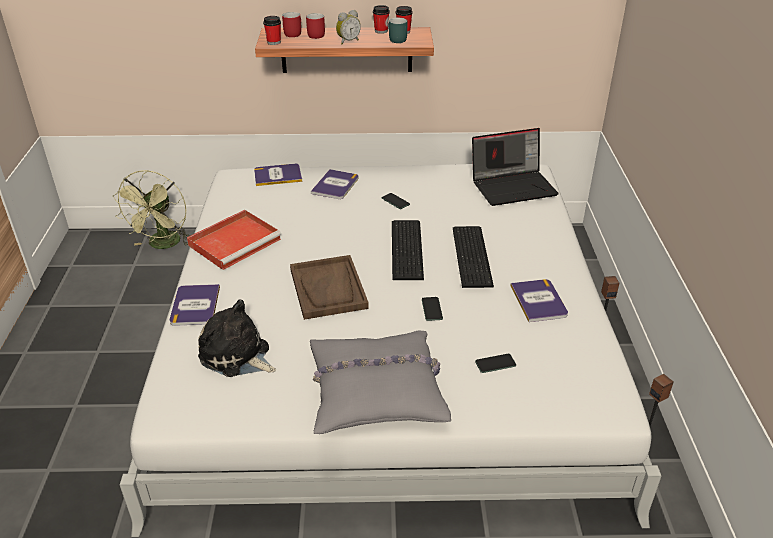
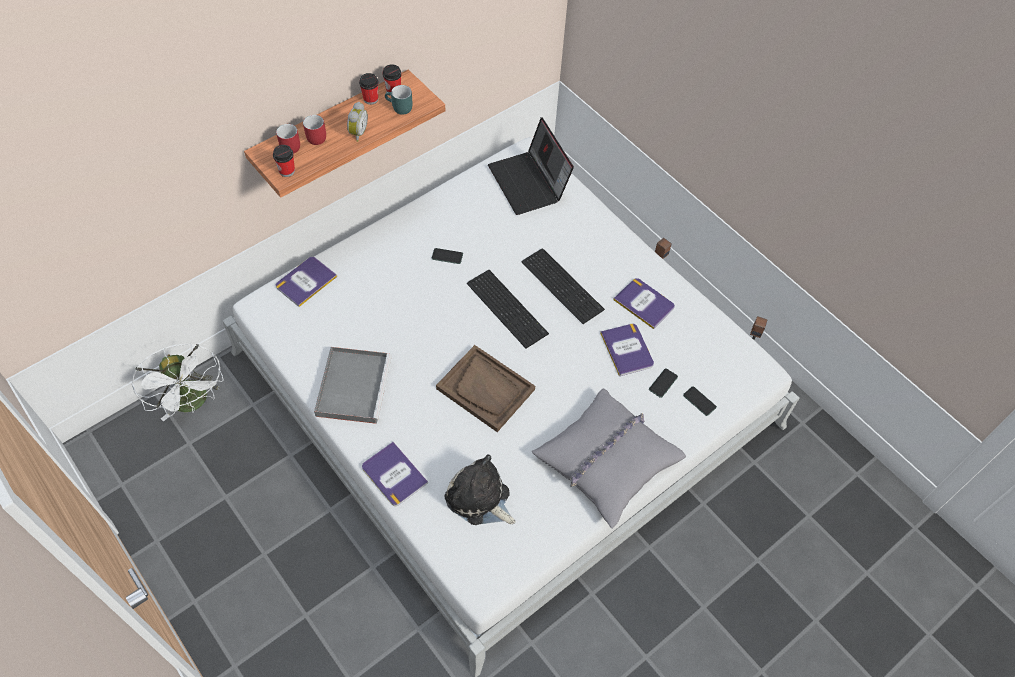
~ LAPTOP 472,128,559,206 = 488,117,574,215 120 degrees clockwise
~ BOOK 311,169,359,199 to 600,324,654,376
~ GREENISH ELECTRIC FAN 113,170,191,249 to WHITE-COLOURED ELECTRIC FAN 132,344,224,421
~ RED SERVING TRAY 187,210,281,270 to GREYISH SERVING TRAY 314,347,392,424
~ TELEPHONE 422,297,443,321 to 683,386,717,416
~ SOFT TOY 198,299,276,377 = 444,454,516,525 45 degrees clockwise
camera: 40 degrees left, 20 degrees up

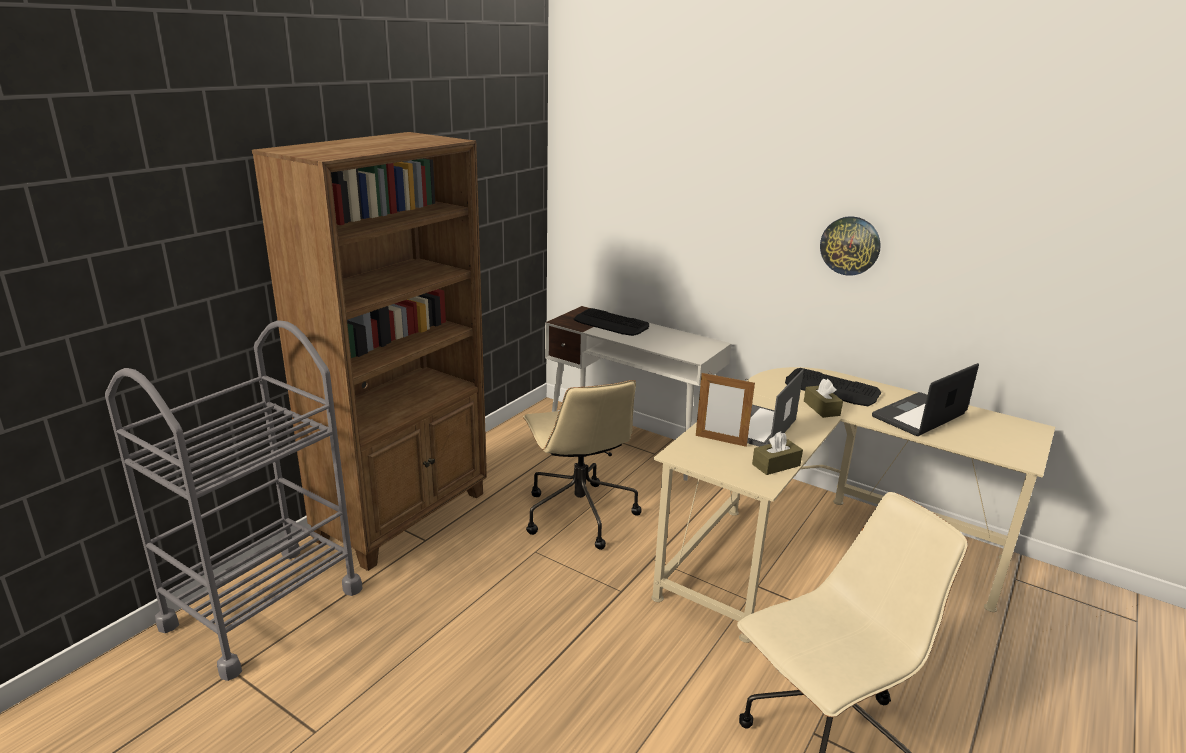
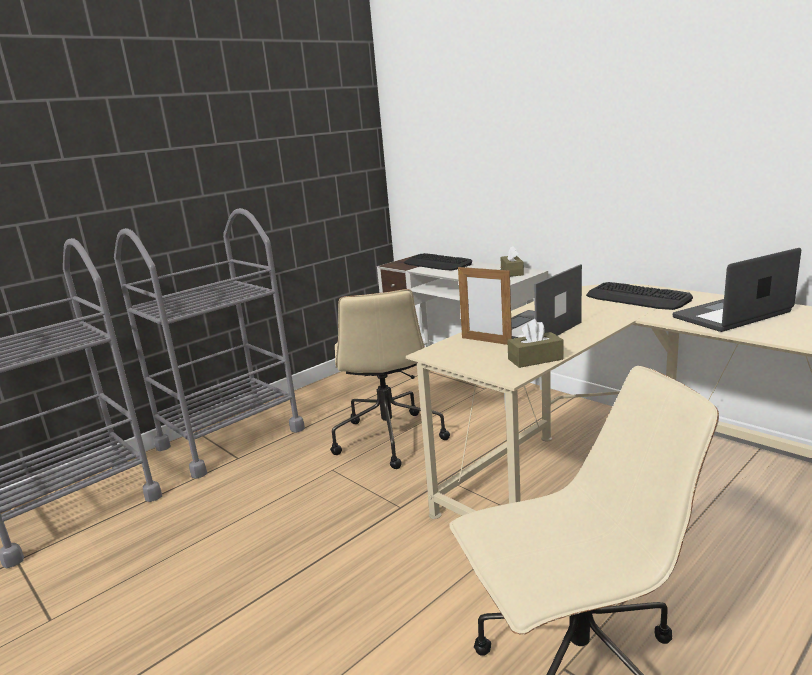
~ BROWN-COLOURED BOOKCASE 252,132,487,571 to GREYISH TROLLEY 114,208,305,479
- HANGING CLOCK 820,216,881,276
~ BROWN-COLOURED TISSUE BOX 804,379,843,418 to 500,246,524,277
camera: 15 degrees right, 5 degrees down

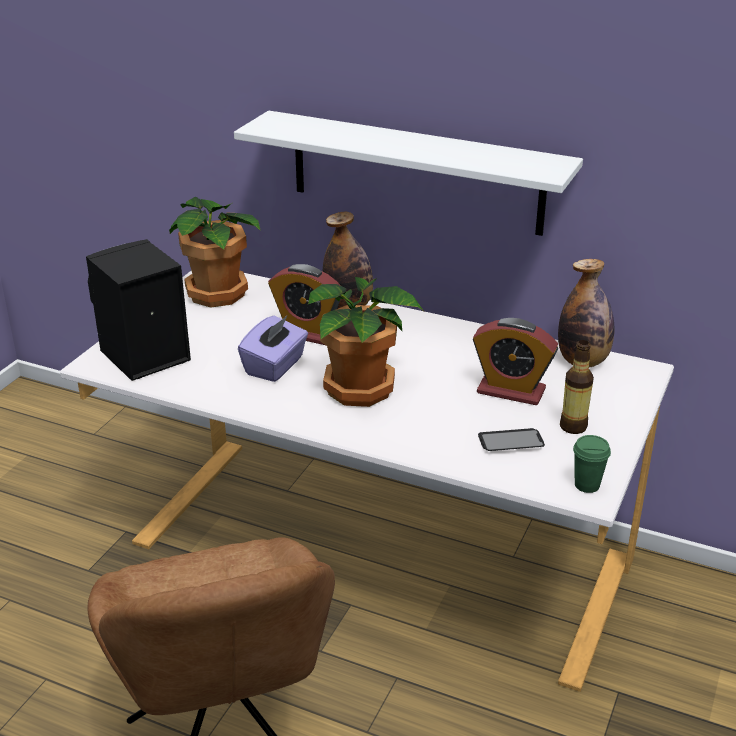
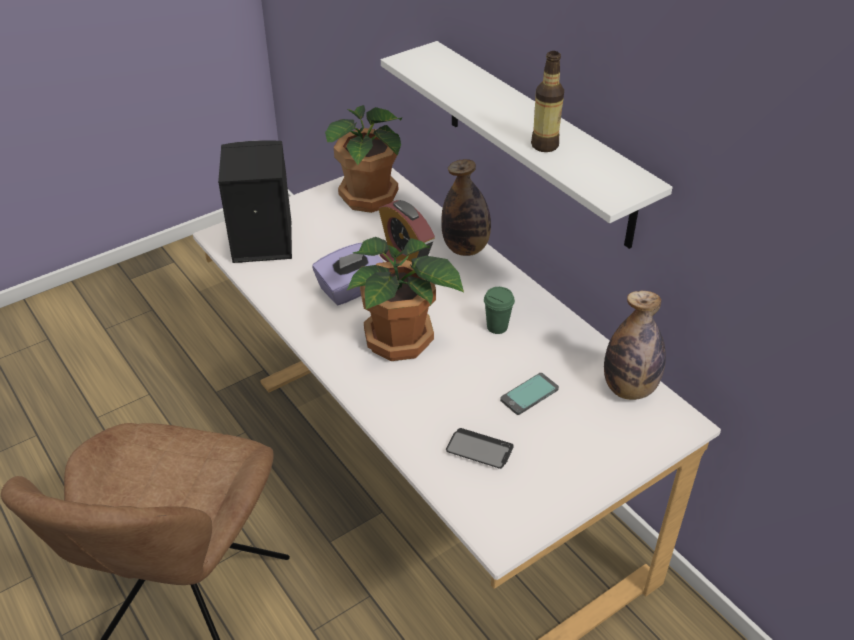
~ ALARM CLOCK 473,318,558,405 to TELEPHONE 500,373,559,415
~ DRINK BOTTLE 560,340,594,434 to 531,51,564,152
~ GREENISH CUP 573,435,611,493 to 484,287,515,334
camera: 30 degrees right, 10 degrees up

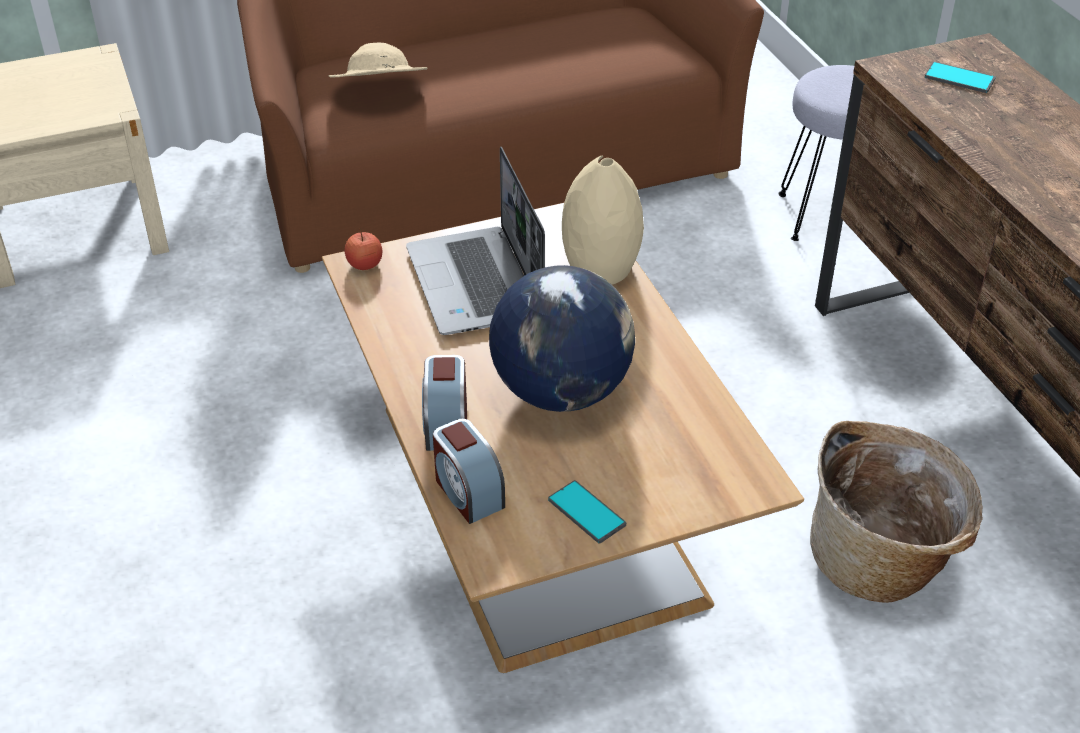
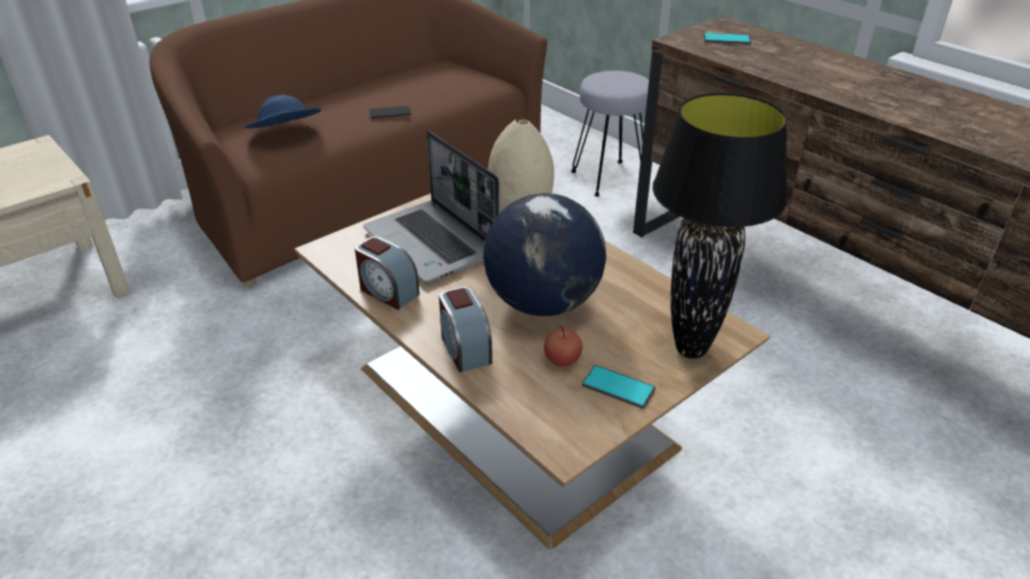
~ SAND-COLOURED WEARABLE HAT 329,43,428,78 to BLUE-COLOURED WEARABLE HAT 244,95,321,128
~ WHOLE APPLE 345,228,382,270 to 544,326,582,367
~ ALARM CLOCK 433,419,505,524 to 355,236,420,310
- STORAGE BASKET 810,421,983,603
+ BLACKISH TABLETOP LAMP 652,93,787,359
+ TELEPHONE 369,106,411,118
camera: 20 degrees left, 5 degrees down

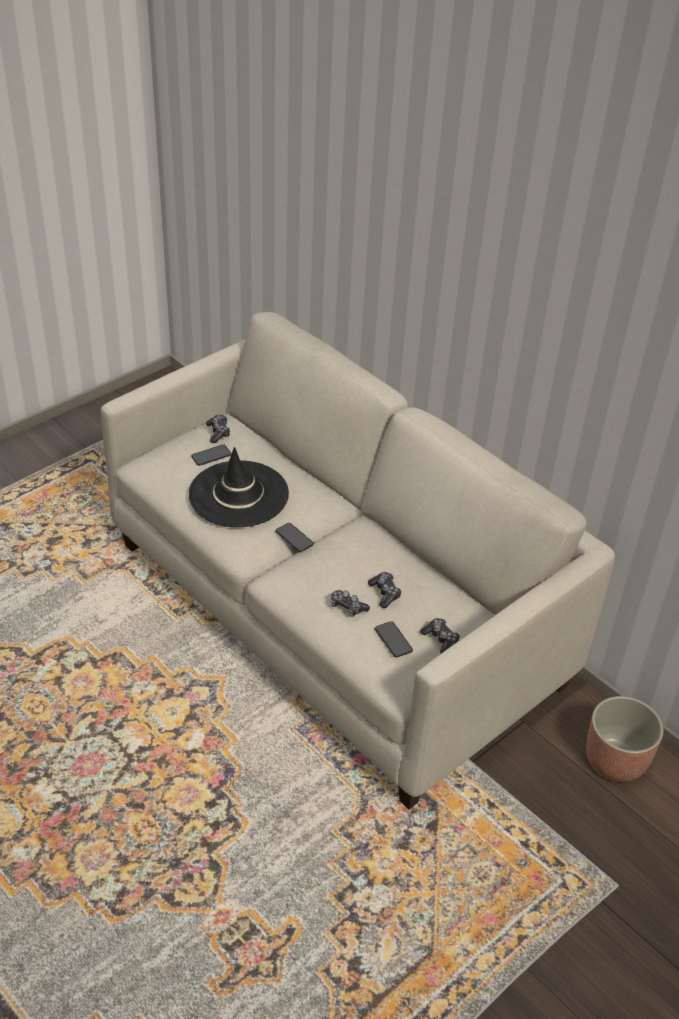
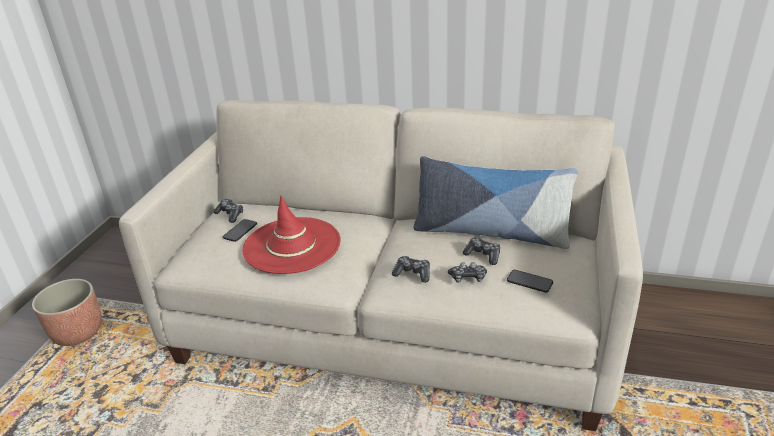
~ BLACKISH WEARABLE HAT 189,447,289,527 to RED WEARABLE HAT 242,195,341,274
- TELEPHONE 275,523,314,552
~ GAME CONTROLLER 420,618,460,654 to 392,256,430,283
~ PLANT POT 586,696,663,782 to 32,279,102,346
+ THROW PILLOW 413,156,578,249
camera: 30 degrees left, 10 degrees down

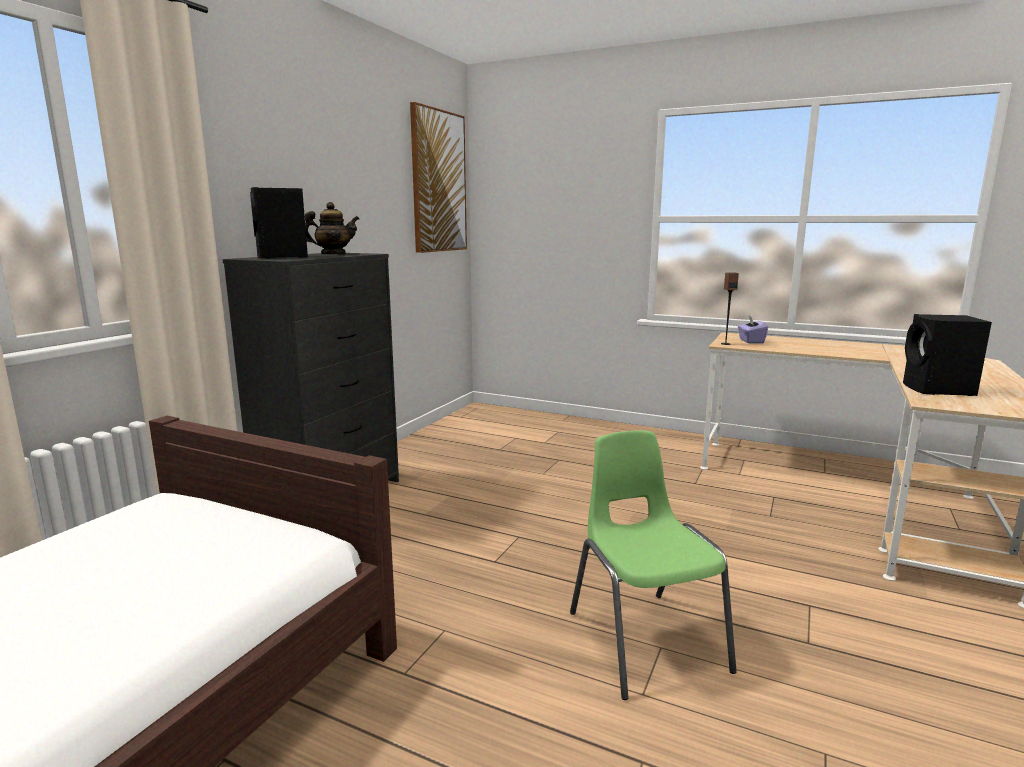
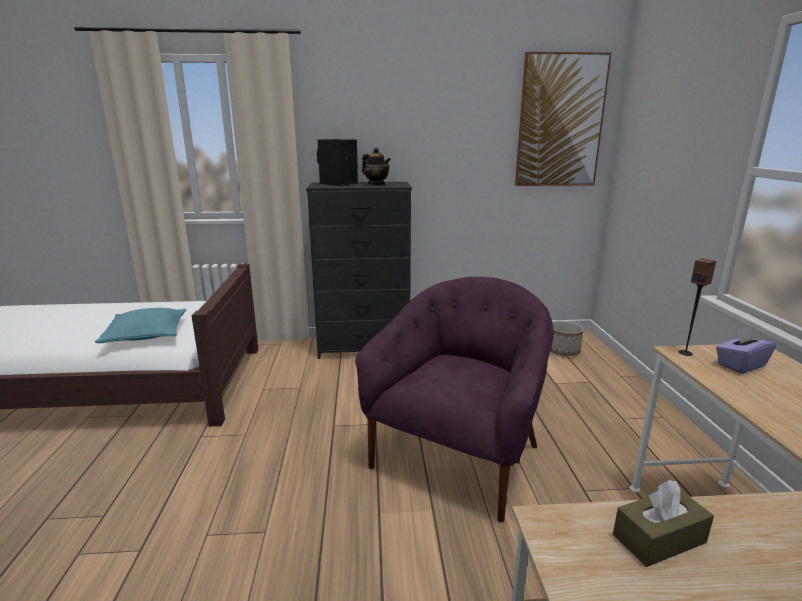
~ BLACKISH LOUDSPEAKER 903,314,992,396 to BROWN-COLOURED TISSUE BOX 613,480,714,567
- GREENISH UPRIGHT CHAIR 570,430,737,700
+ PURPLISH LOUNGE CHAIR 355,277,554,523
+ TURQUOISE-COLOURED THROW PILLOW 95,308,187,343
+ PLANT POT 551,321,584,356
camera: 60 degrees right, 5 degrees up

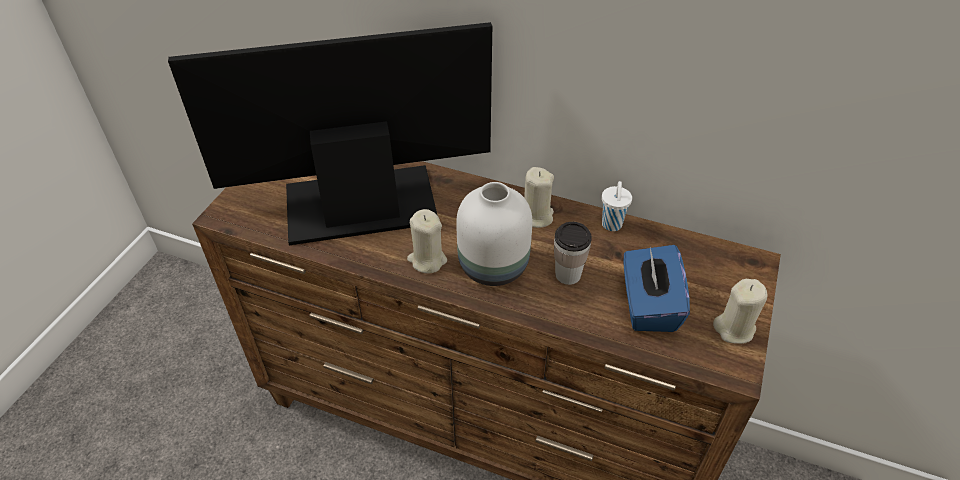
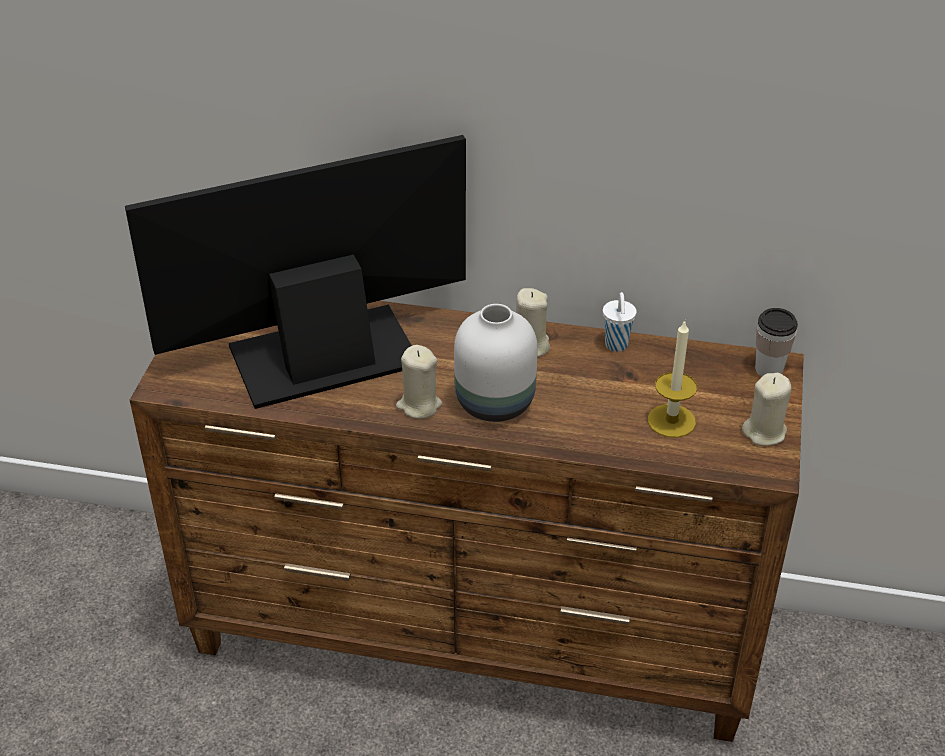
~ CUP 554,222,592,285 to 755,308,798,376
~ BLUE-COLOURED TISSUE BOX 623,245,690,332 to WAX LIGHT 648,320,697,438
camera: 10 degrees left, 5 degrees down

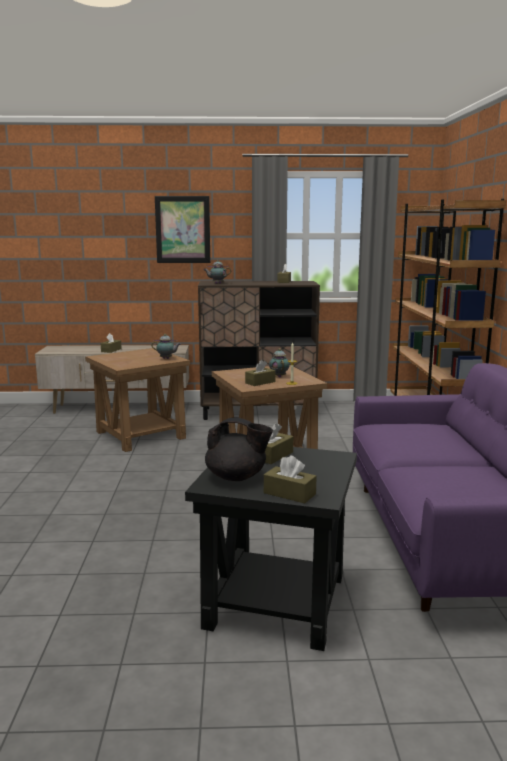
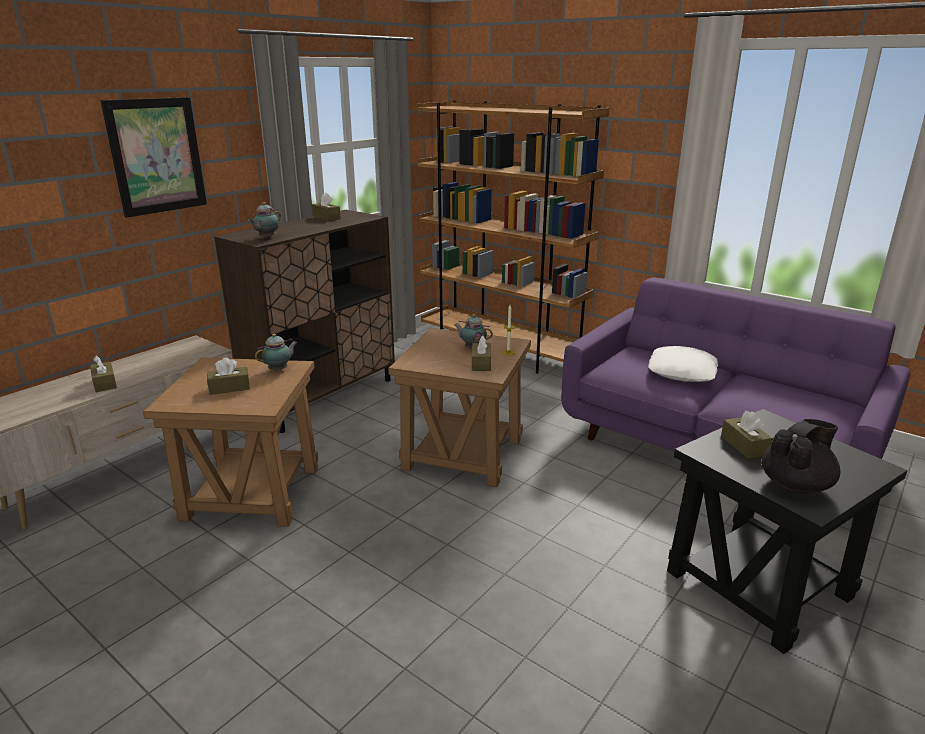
~ BROWN-COLOURED TISSUE BOX 264,455,317,504 to 207,357,250,395
+ WHITE-COLOURED THROW PILLOW 648,346,718,382
camera: 50 degrees left, 10 degrees up

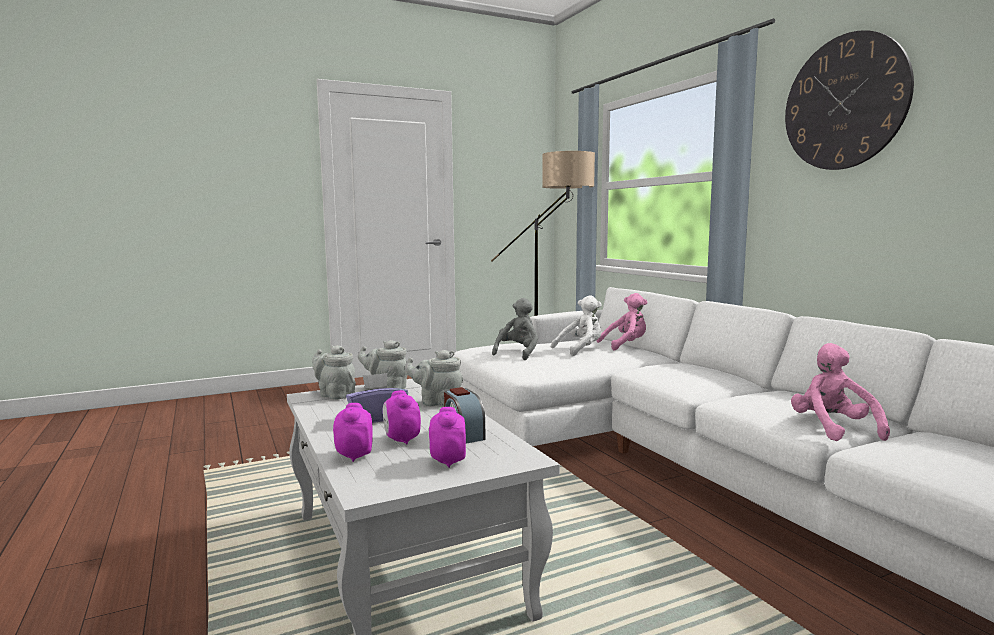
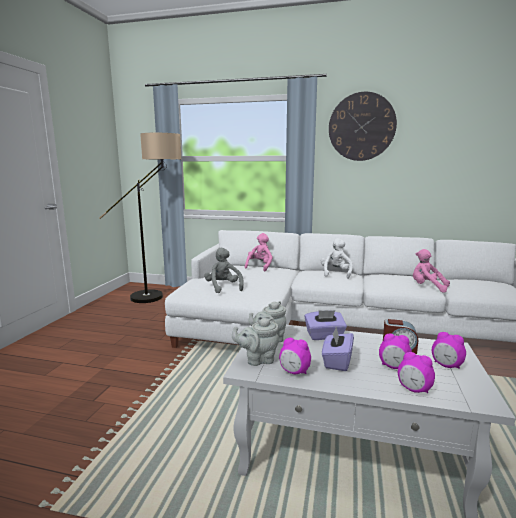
~ WHITE-COLOURED SOFT TOY 551,295,602,356 to 321,238,353,279
~ GREYISH POT FOR TEA 405,350,463,406 to PURPLISH TISSUE BOX 304,310,347,340
+ ALARM CLOCK 279,338,311,374
camera: 50 degrees left, 5 degrees up

